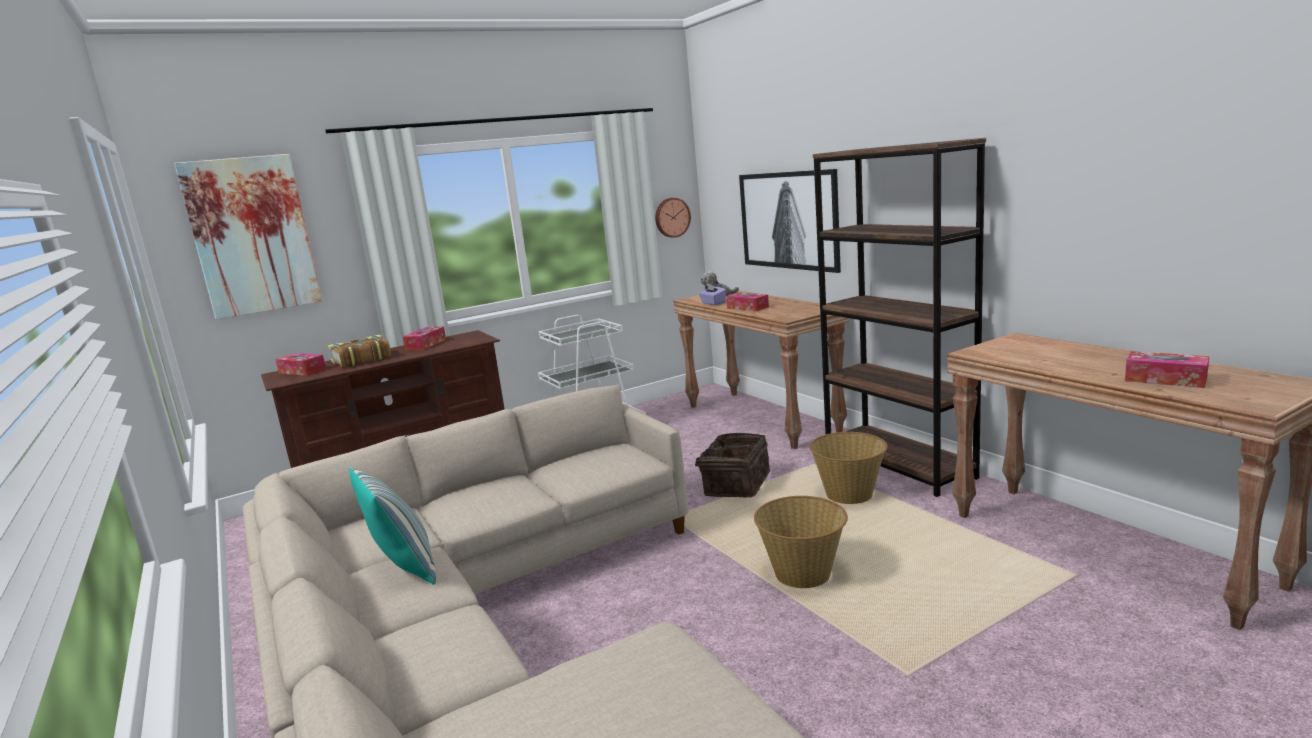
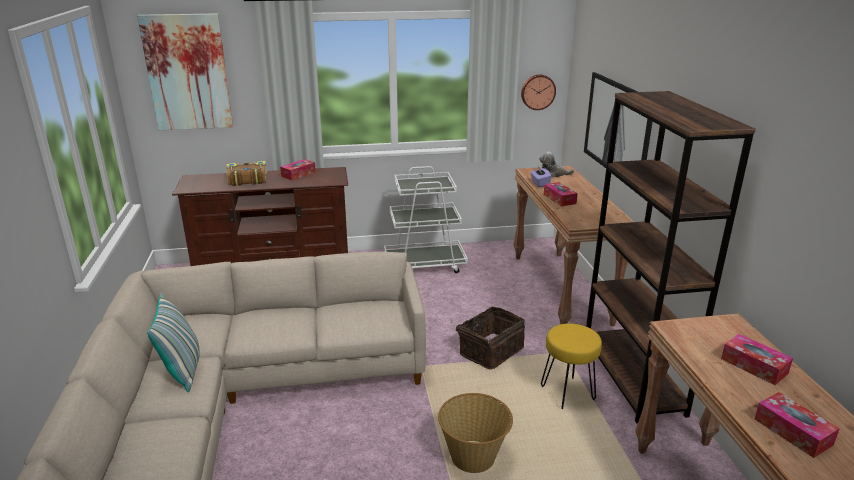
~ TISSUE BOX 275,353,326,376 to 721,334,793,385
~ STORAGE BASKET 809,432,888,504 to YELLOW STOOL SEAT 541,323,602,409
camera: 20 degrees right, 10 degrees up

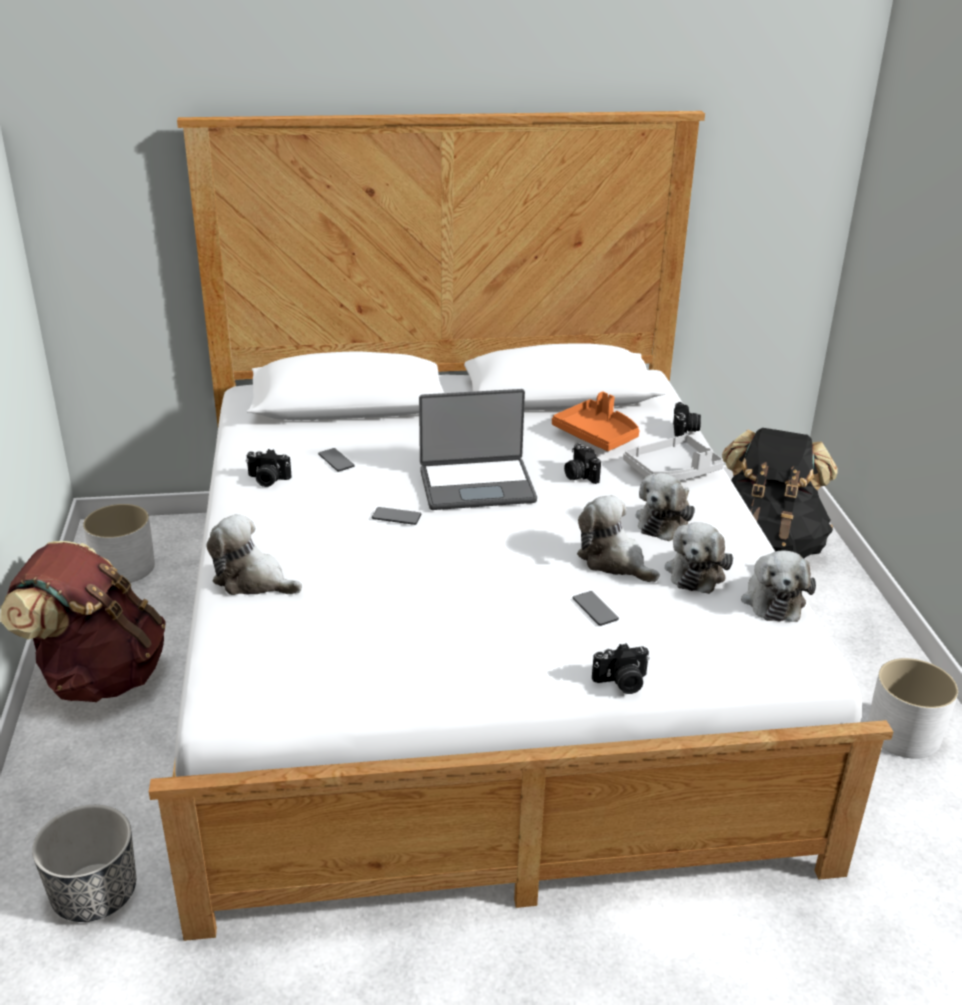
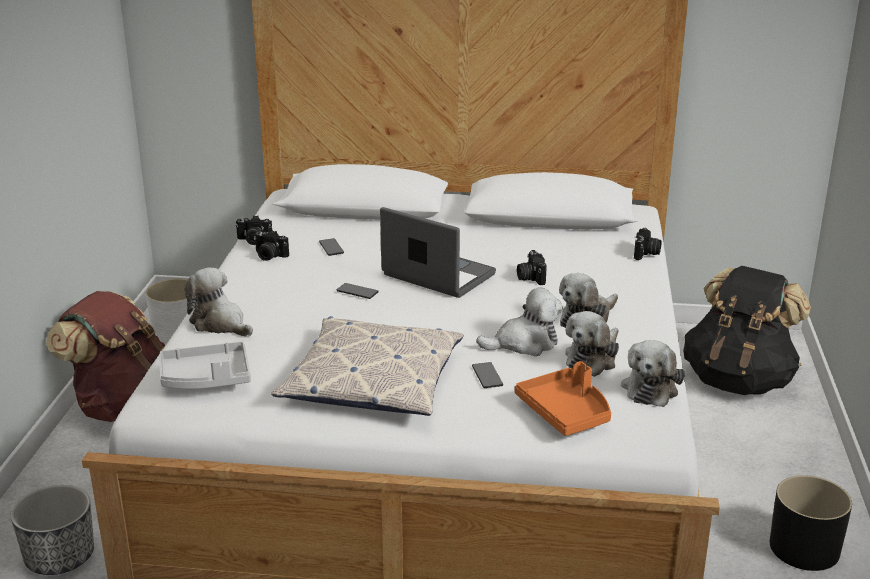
~ LAPTOP 419,389,537,510 = 380,207,496,298 150 degrees counterclockwise
~ ORANGEY SERVING TRAY 552,392,640,451 to 515,361,611,436
~ GREYISH SERVING TRAY 623,434,724,480 to 159,342,251,389
~ SOFT TOY 577,495,660,582 = 476,287,563,356 105 degrees clockwise
~ PHOTO CAMERA 592,643,650,694 to 235,215,272,245
~ WHITE-COLOURED PLANT POT 868,658,958,759 to BLACKISH PLANT POT 770,475,852,571
+ THROW PILLOW 271,316,464,416
camera: 15 degrees right, 5 degrees down

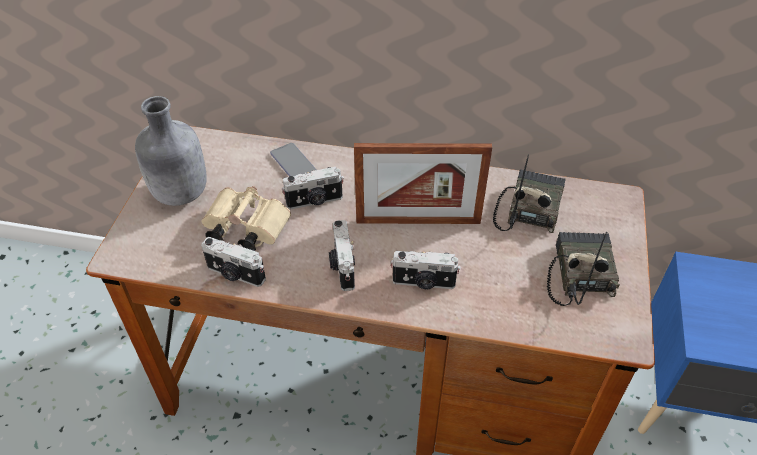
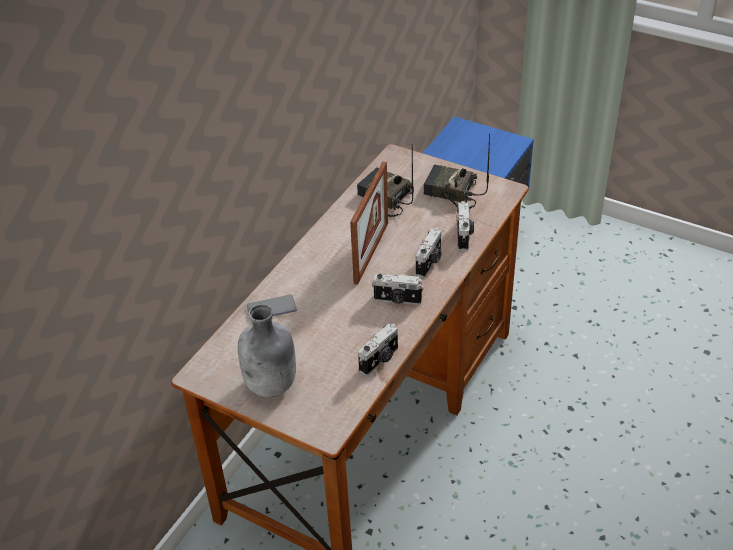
~ PHOTO CAMERA 282,167,344,210 to 456,201,474,251
- SAND-COLOURED FIELD GLASSES 201,186,291,251
camera: 70 degrees left, 5 degrees down

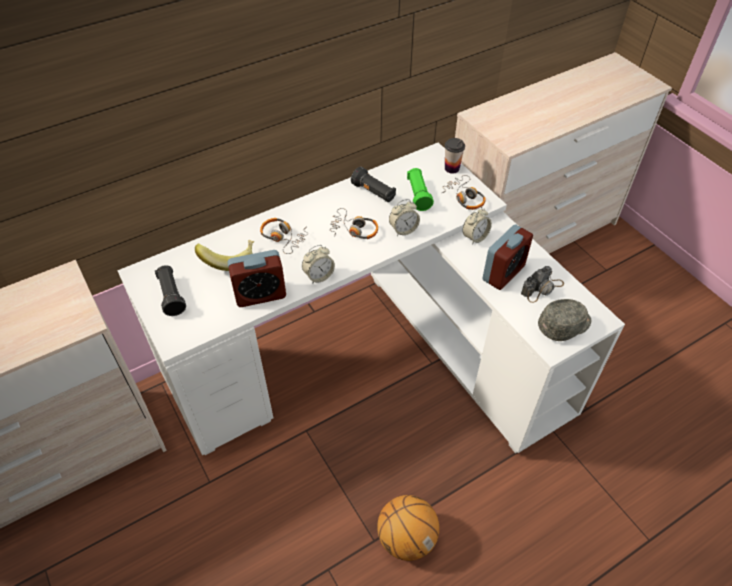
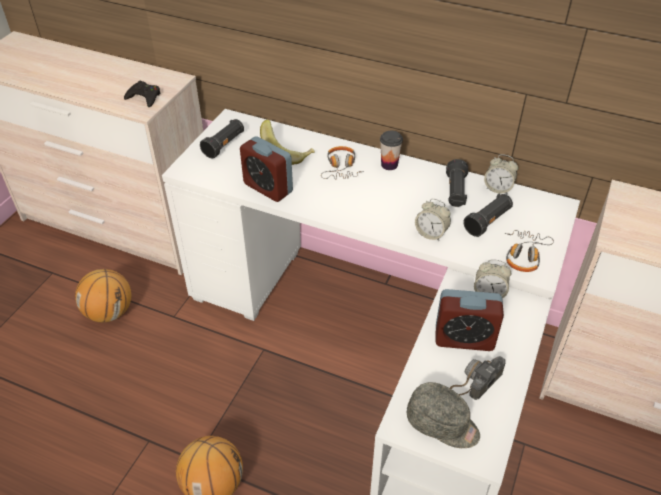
~ CUP 445,138,465,174 to 380,131,403,170
~ GREENISH TORCH 407,168,434,211 to BLACKISH TORCH 464,194,513,237
- HEADSET 330,208,378,239
~ ALARM CLOCK 302,245,335,284 to 484,154,518,195
~ PHOTO CAMERA 521,266,564,303 = 450,356,506,400 120 degrees clockwise
+ BLACKISH GAME CONTROLLER 124,81,161,107
+ BASKETBALL BALL 75,269,131,323
camera: 55 degrees right, 5 degrees down

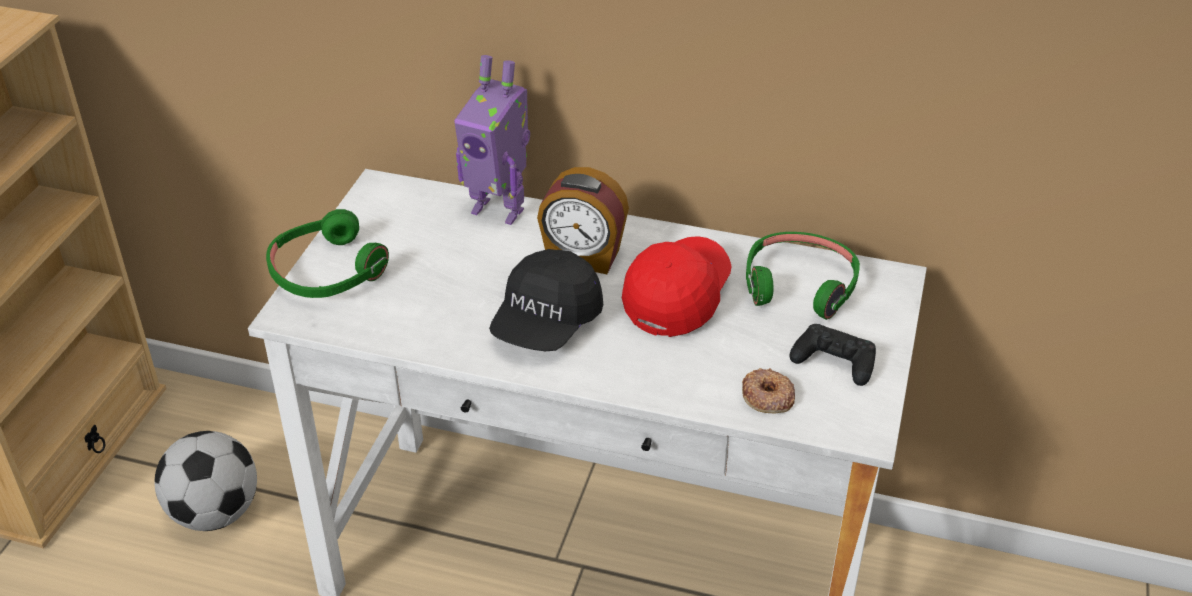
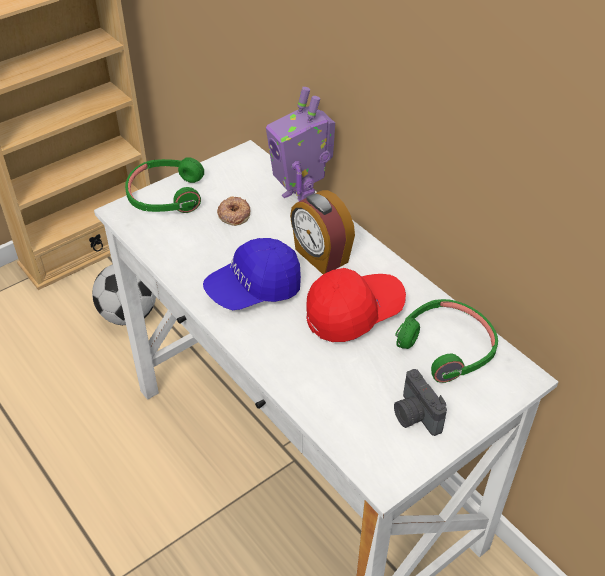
~ BLACKISH BASEBALL CAP 489,249,603,351 to BLUE-COLOURED BASEBALL CAP 203,238,301,310
~ BLACKISH GAME CONTROLLER 789,324,876,386 to PHOTO CAMERA 394,369,447,436
~ DONUT 742,368,795,414 to 217,197,250,226
camera: 35 degrees right, 5 degrees up

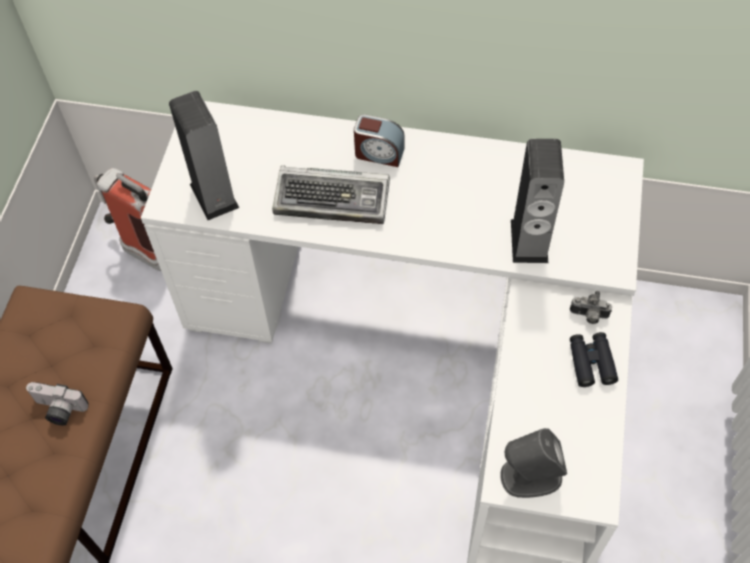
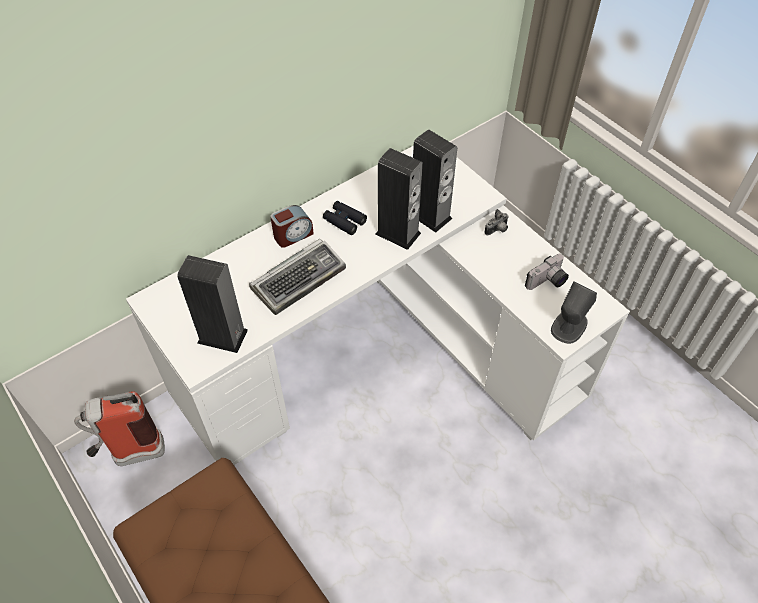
~ BLACKISH FIELD GLASSES 570,332,618,387 to 323,201,367,235
~ PHOTO CAMERA 26,382,89,425 to 525,254,569,290
+ LOUDSPEAKER 375,148,423,250
camera: 50 degrees left, 5 degrees down

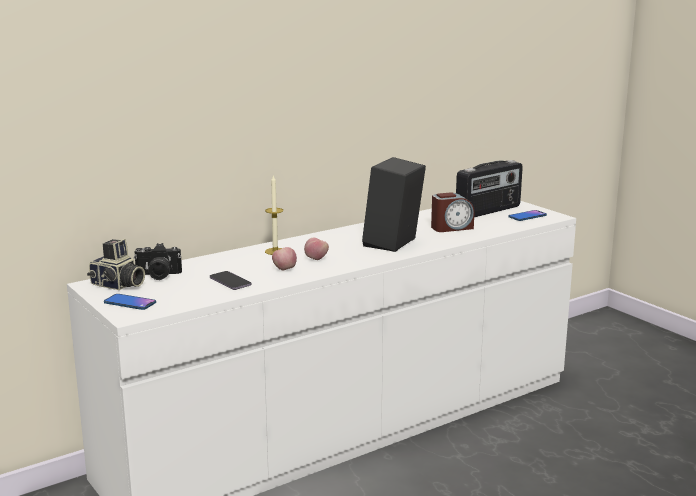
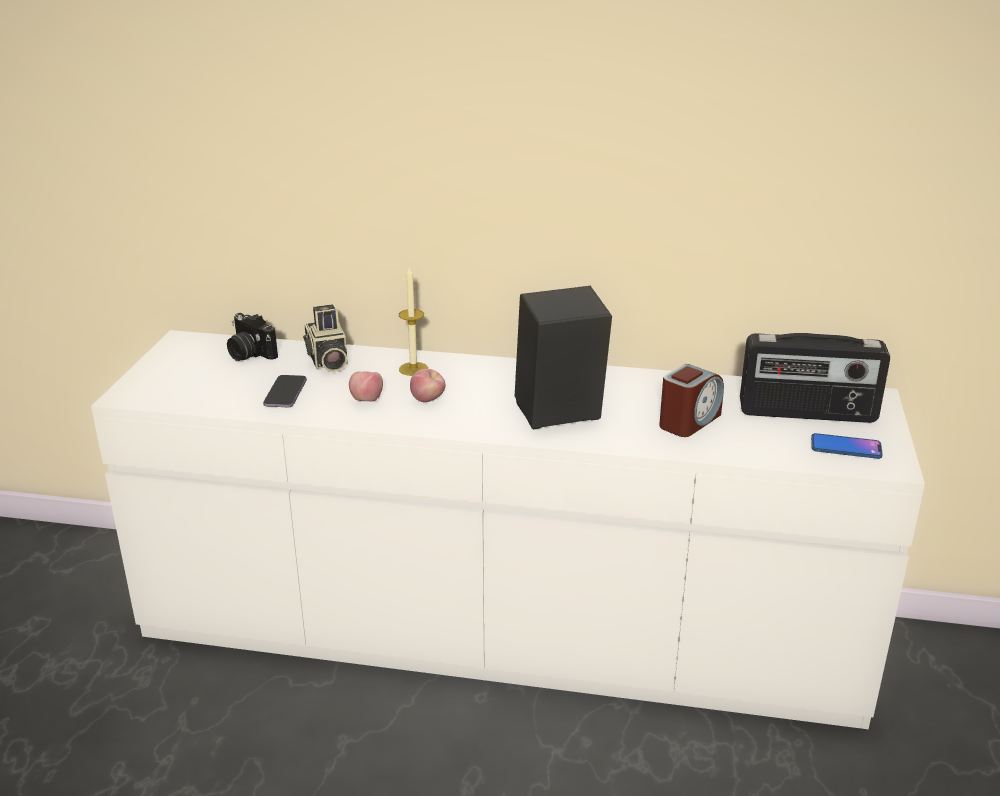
~ ALARM CLOCK 431,192,474,232 = 659,364,724,437 75 degrees counterclockwise
~ PHOTO CAMERA 87,239,145,290 to 303,305,348,372
- TELEPHONE 104,294,156,310
camera: 45 degrees right, 10 degrees up

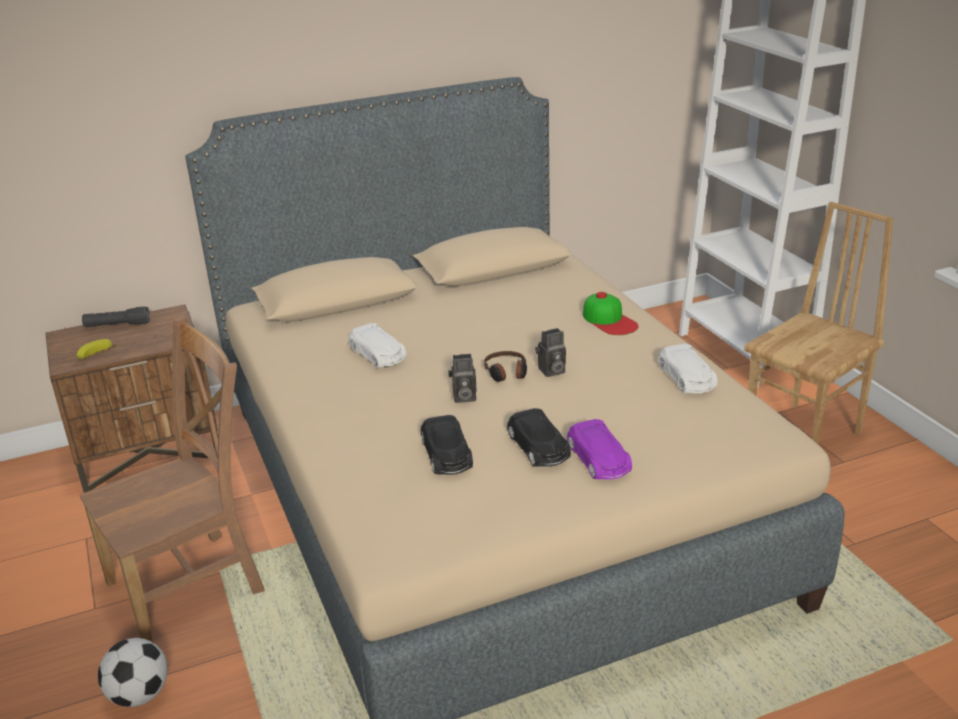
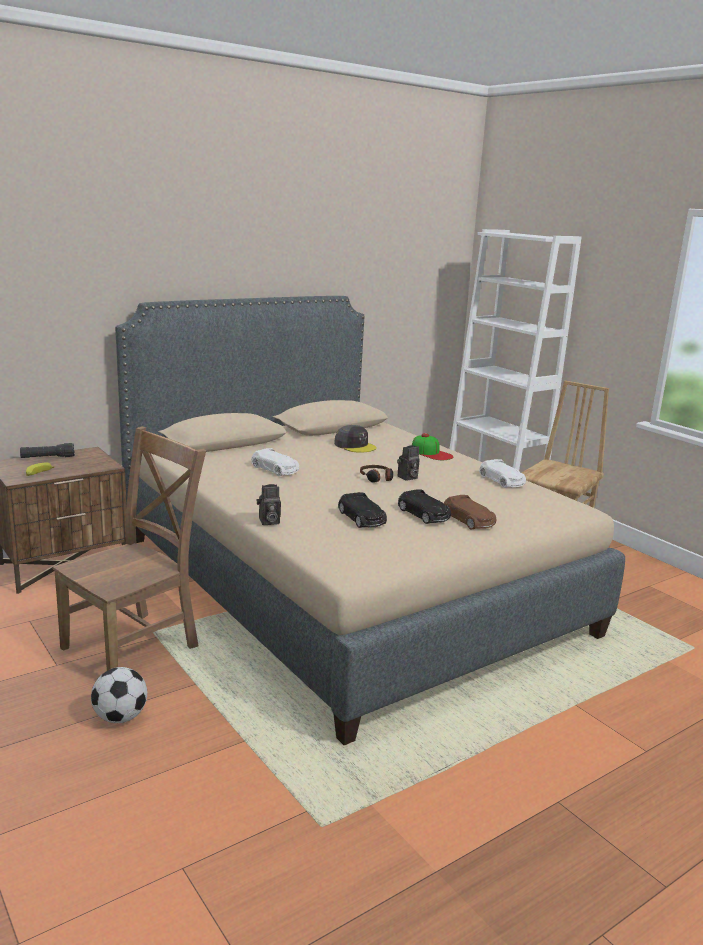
~ PHOTO CAMERA 448,354,477,403 to 257,484,281,525
~ PURPLISH TOY CAR 567,419,632,480 to BROWN-COLOURED TOY CAR 443,495,496,530
+ GREYISH BASEBALL CAP 334,425,377,453
camera: 15 degrees left, 10 degrees down

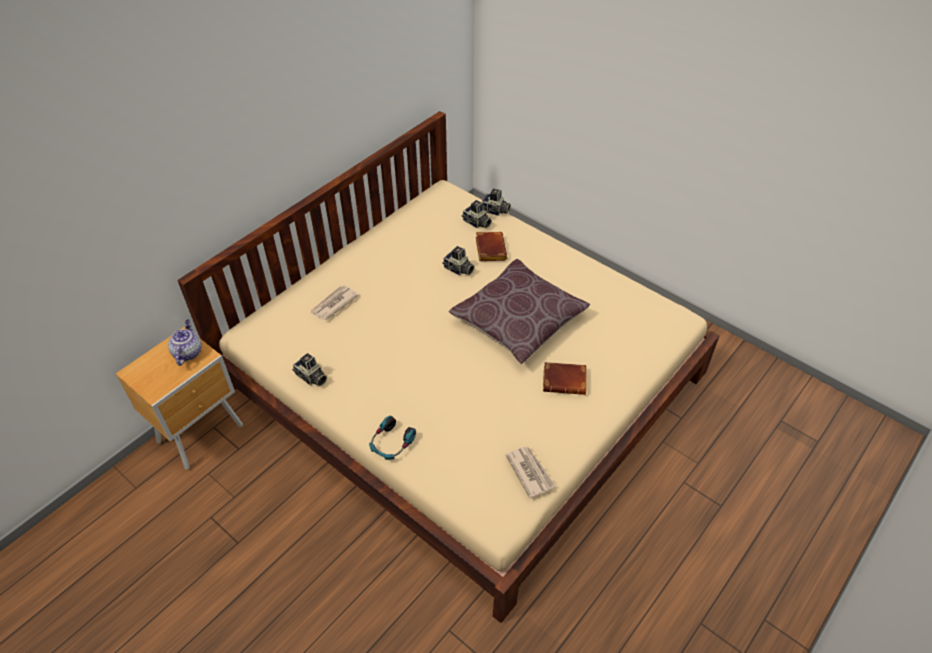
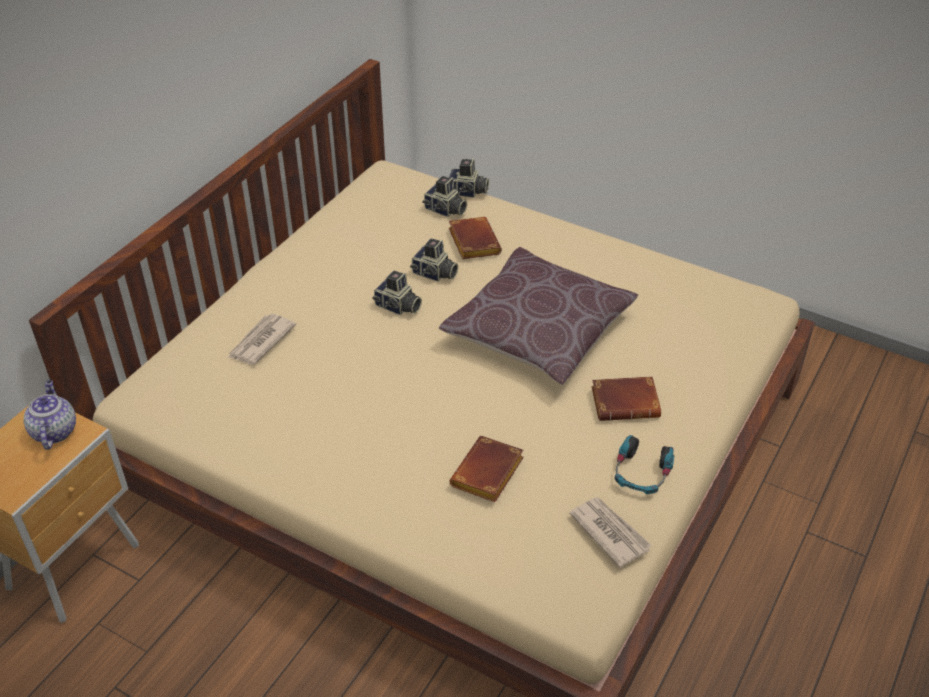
~ PHOTO CAMERA 292,353,327,387 to 372,271,422,315
~ HEADSET 369,416,416,460 to 615,435,674,494
+ BROWN-COLOURED BOOK 449,436,524,502
camera: 10 degrees left, 5 degrees down

